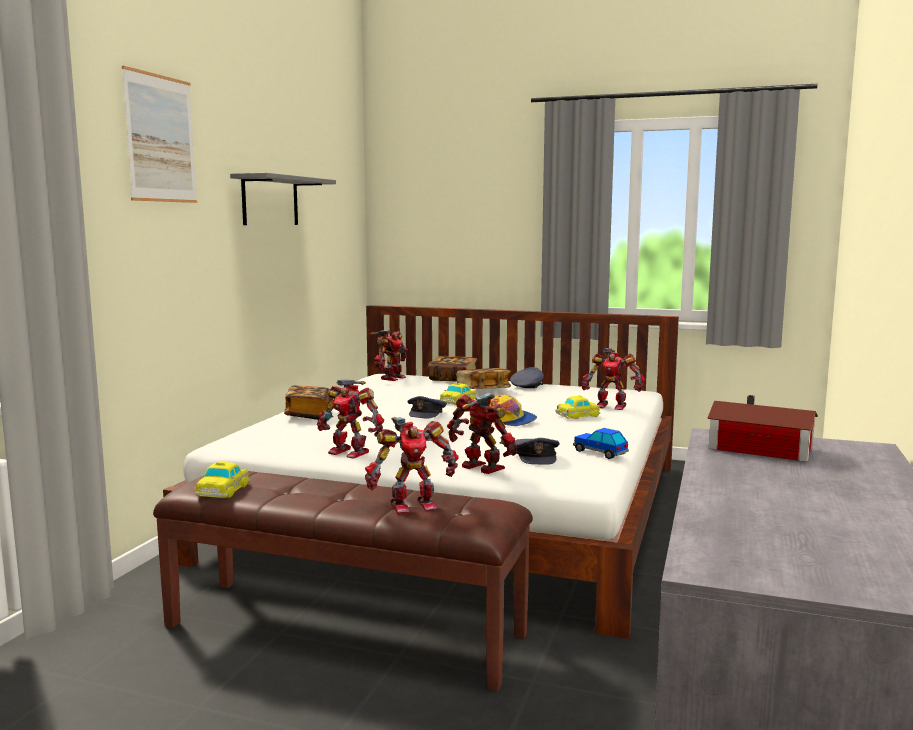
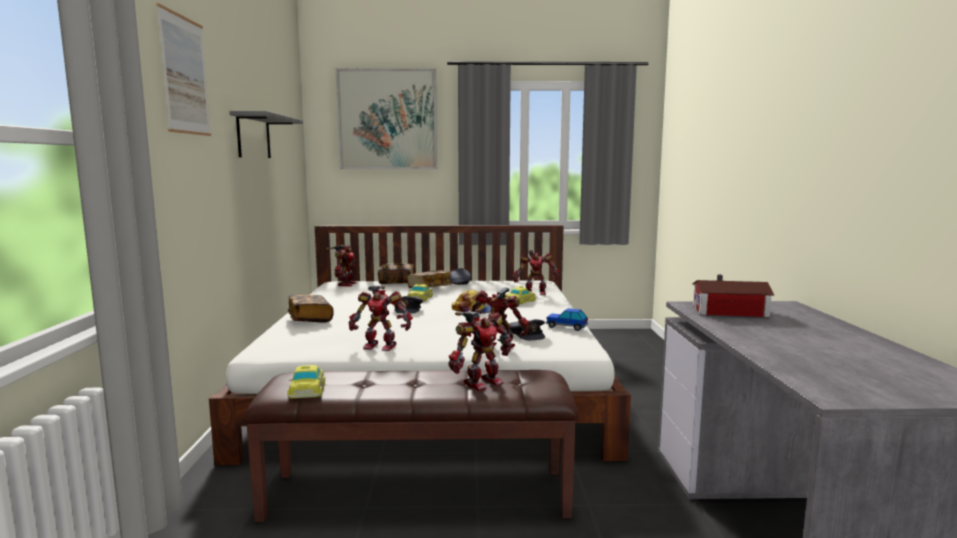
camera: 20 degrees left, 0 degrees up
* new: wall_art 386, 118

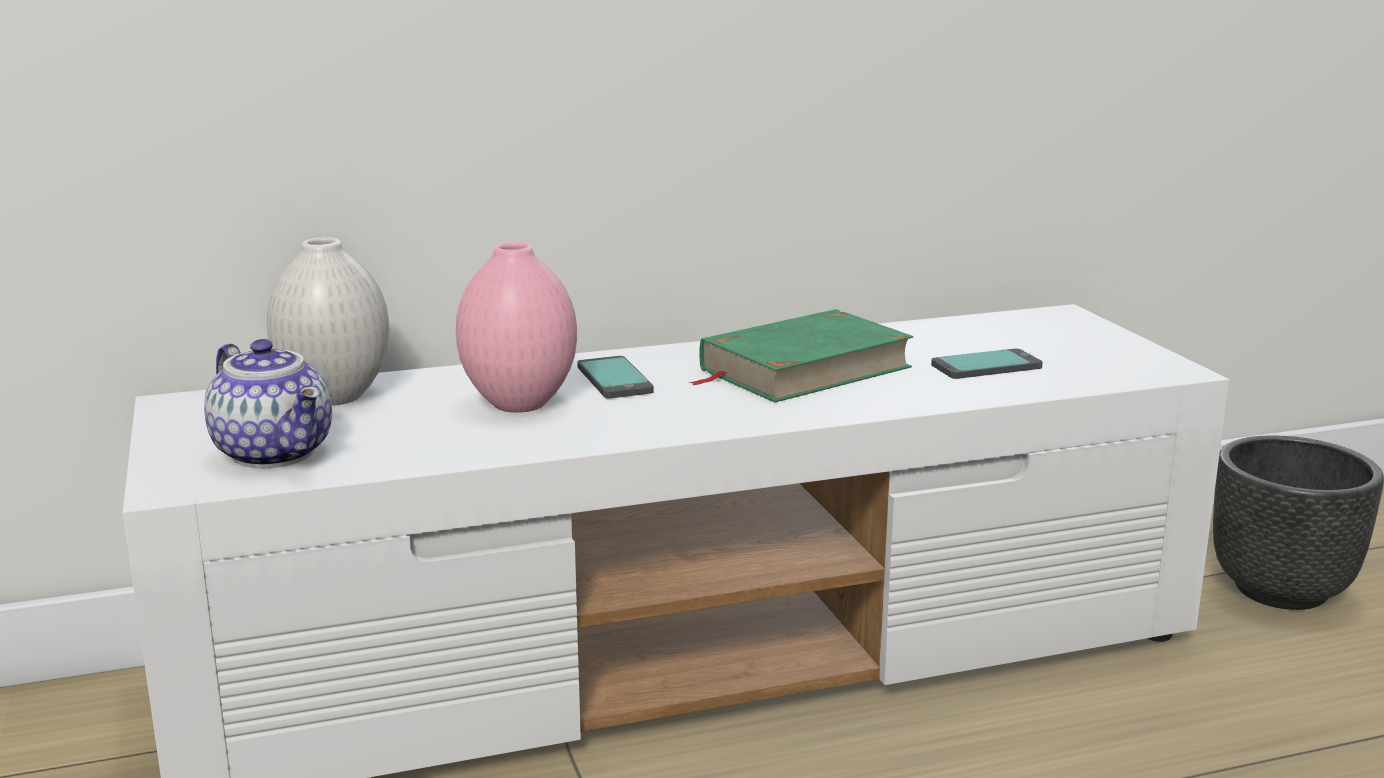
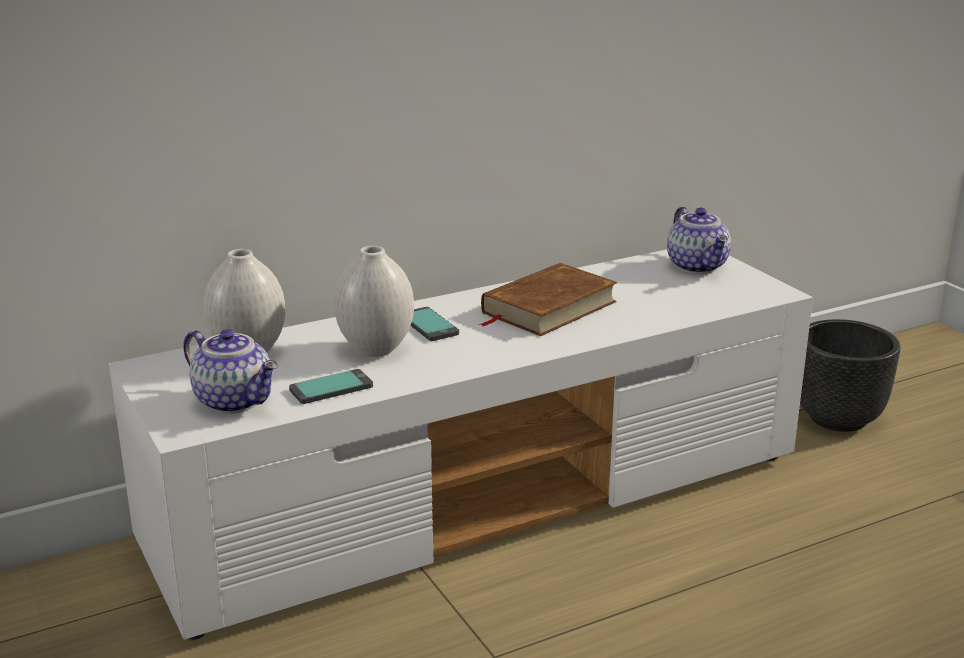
camera: 10 degrees left, 5 degrees up
* shifted: phone 987, 364 to 331, 386
* repainted: pink_vase 516, 327 to white-coloured_vase 374, 301
* repainted: green_book 801, 355 to brown_book 548, 299
* new: tea_pot 699, 240

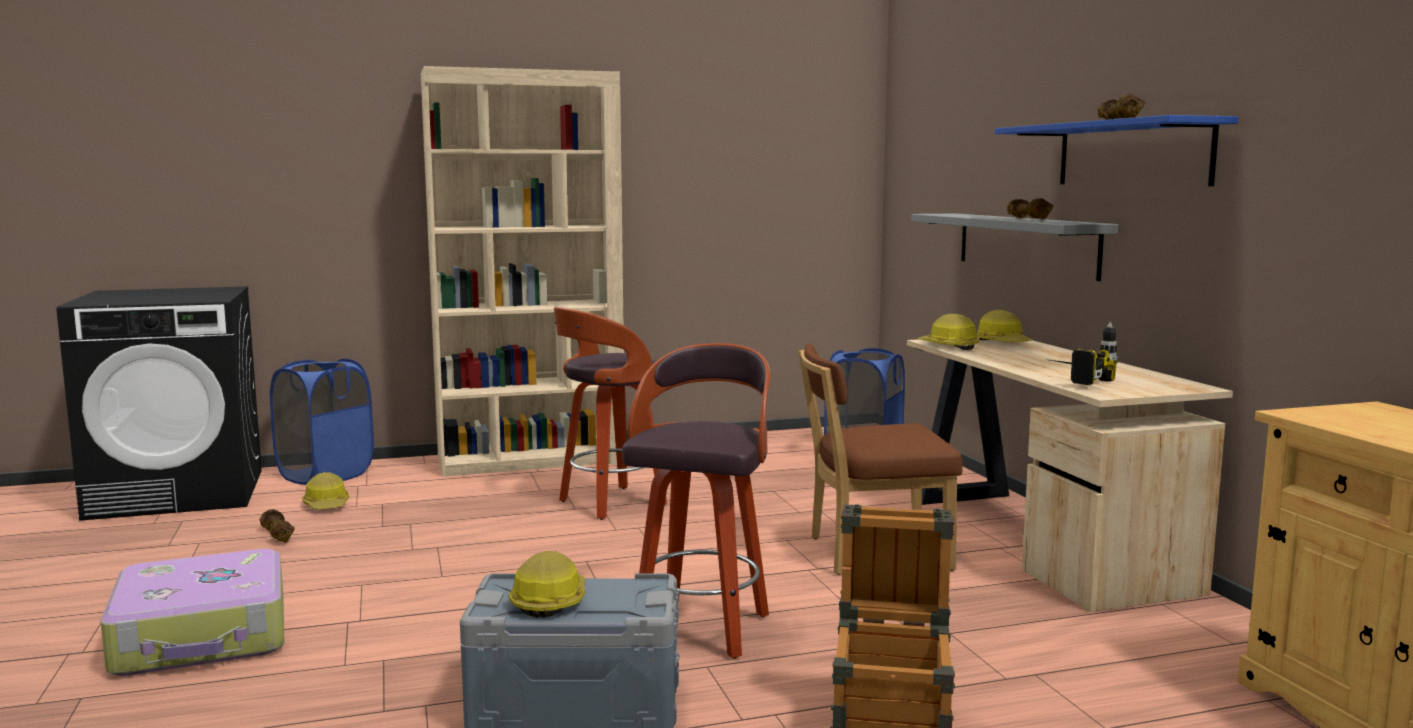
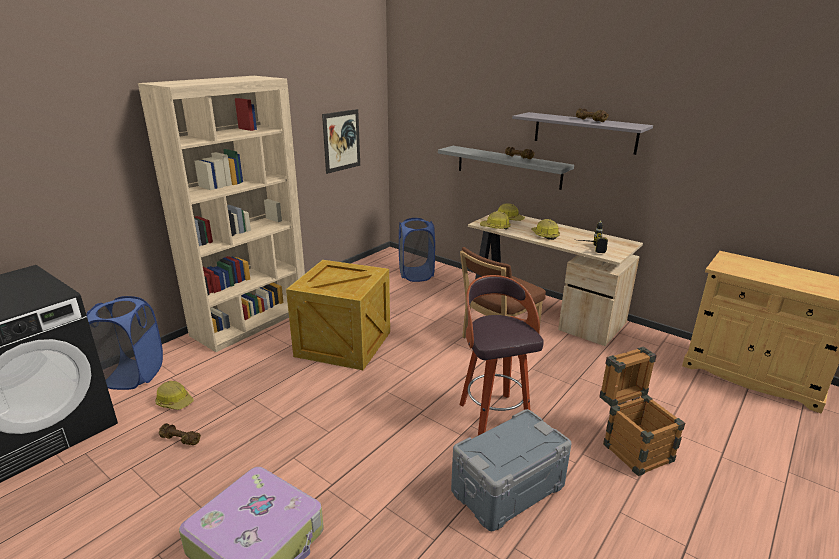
camera: 35 degrees left, 15 degrees up
* swapped: stool 610, 413 to packing_crate 338, 315
* new: wall_art 341, 141
* repainted: bluish_wall_shelf 1116, 150 to gray_wall_shelf 582, 133
* shifted: work_helmet 547, 584 to 545, 229

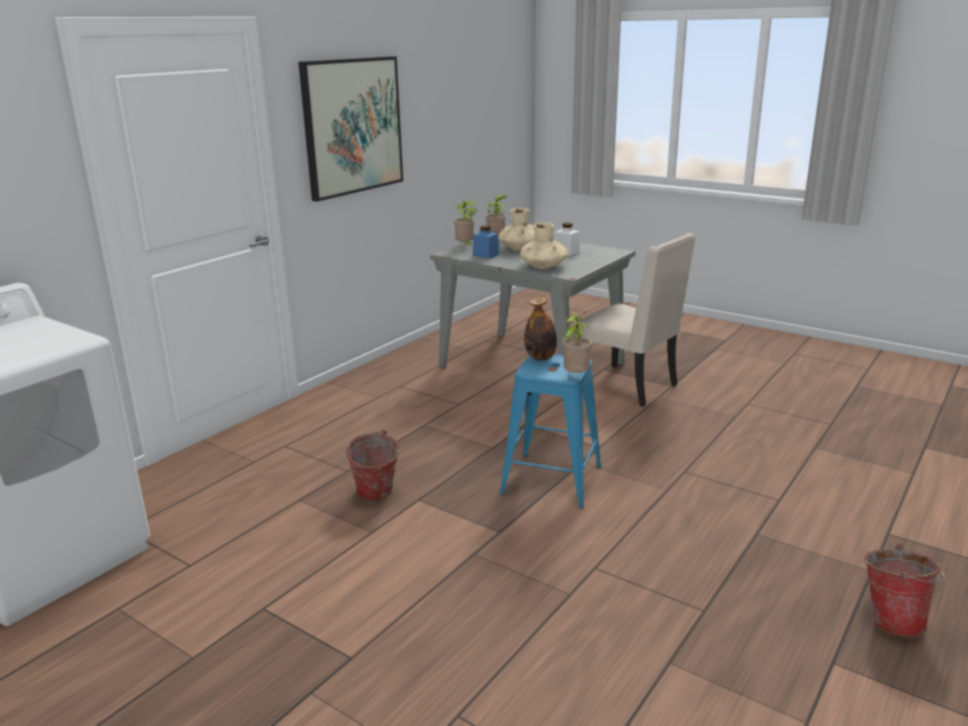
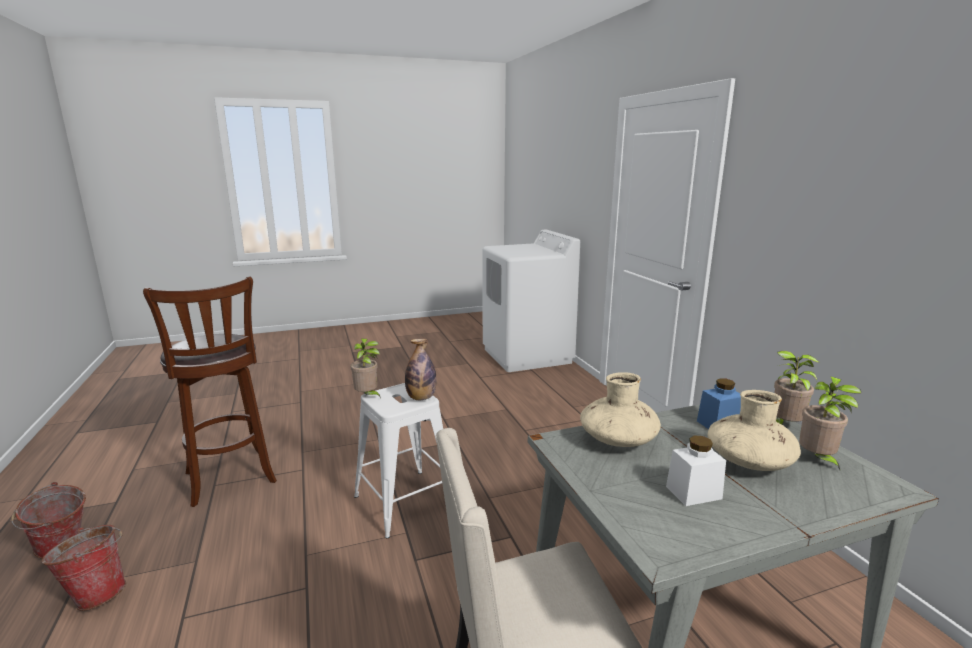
camera: 125 degrees right, 5 degrees down
* shifted: pail 371, 465 to 84, 568
* new: brown_stool 210, 391
* repainted: bluish_stool 550, 431 to white-coloured_stool 398, 460
* gone: wall_art 350, 129

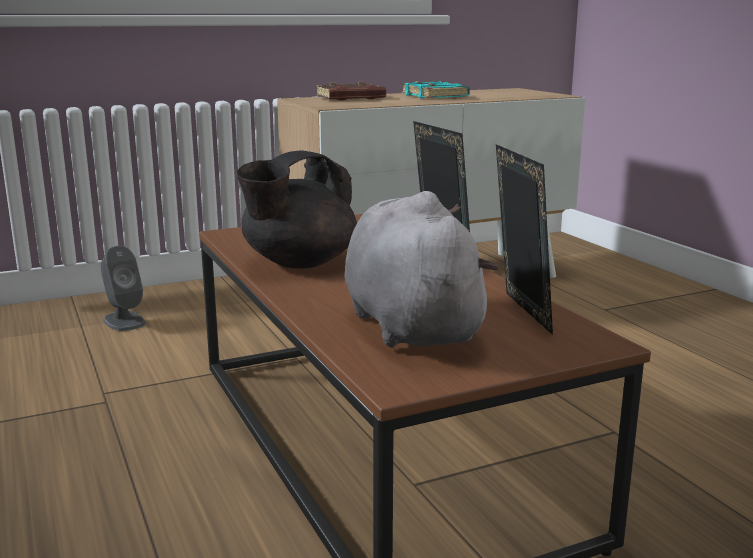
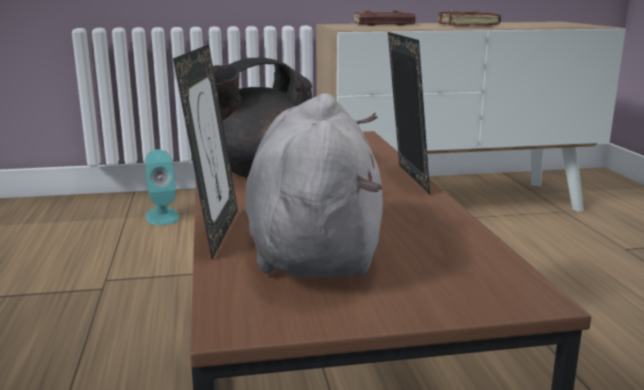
camera: 15 degrees right, 0 degrees up
* repainted: gray_audio_speaker 123, 288 to blue-green_audio_speaker 162, 187
* shifted: photo_frame 524, 239 to 205, 151
* repainted: blue-green_book 435, 89 to brown_book 468, 18

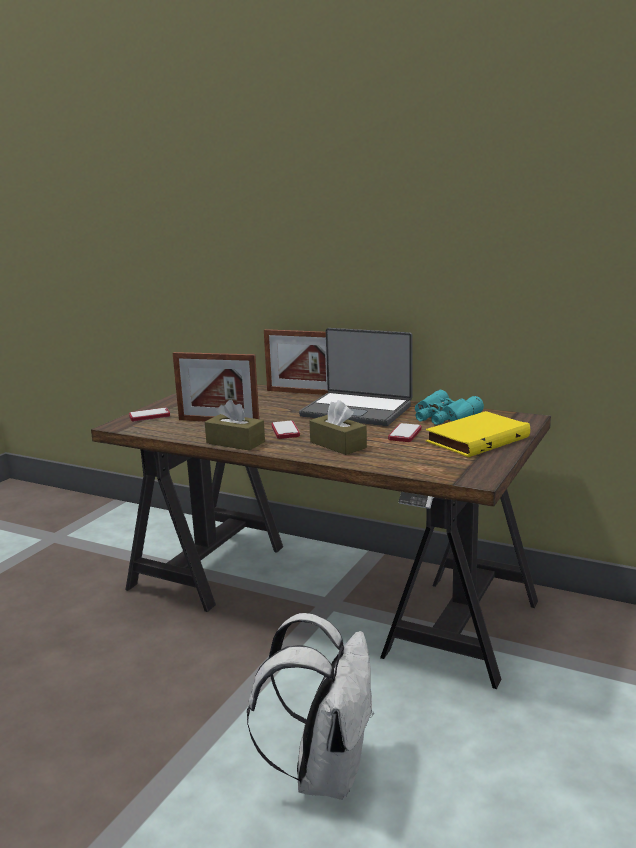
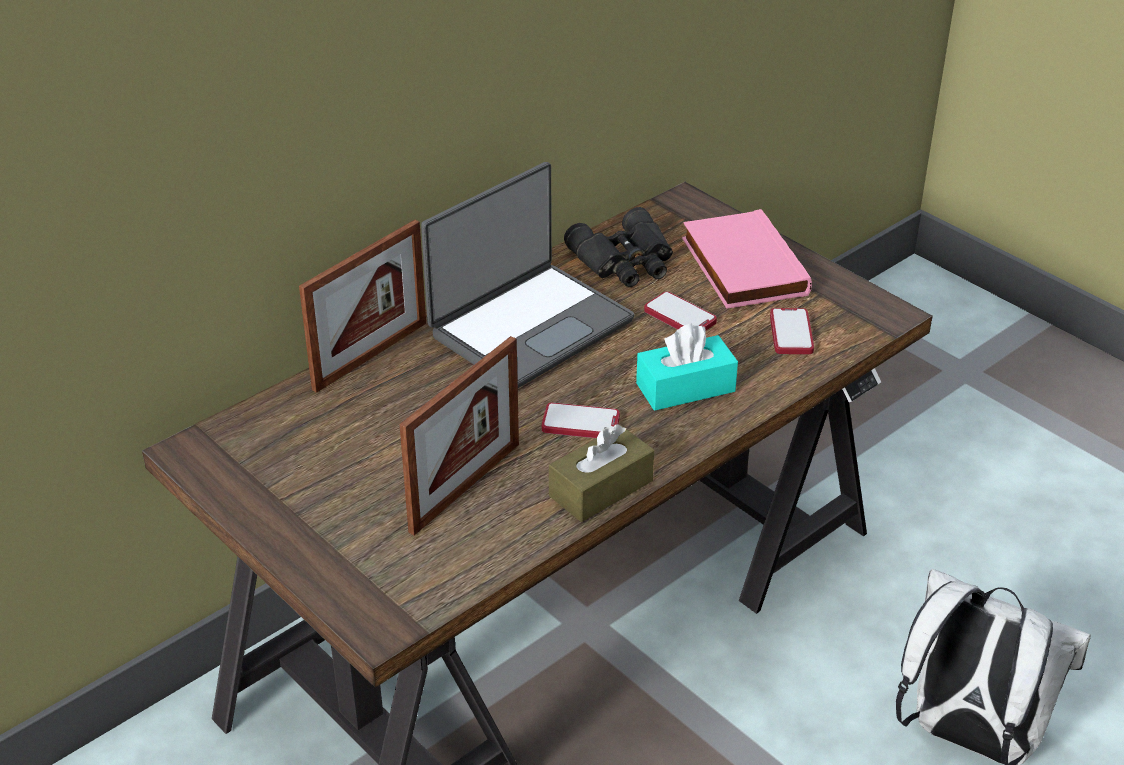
camera: 70 degrees left, 20 degrees up
* repainted: blue-green_pair_of_binoculars 449, 407 to black-coloured_pair_of_binoculars 618, 247
* repainted: brown_tissue_holder 338, 427 to blue-green_tissue_holder 687, 367
* repainted: yellow_book 478, 434 to pink_book 747, 259
* shifted: phone 149, 414 to 792, 331

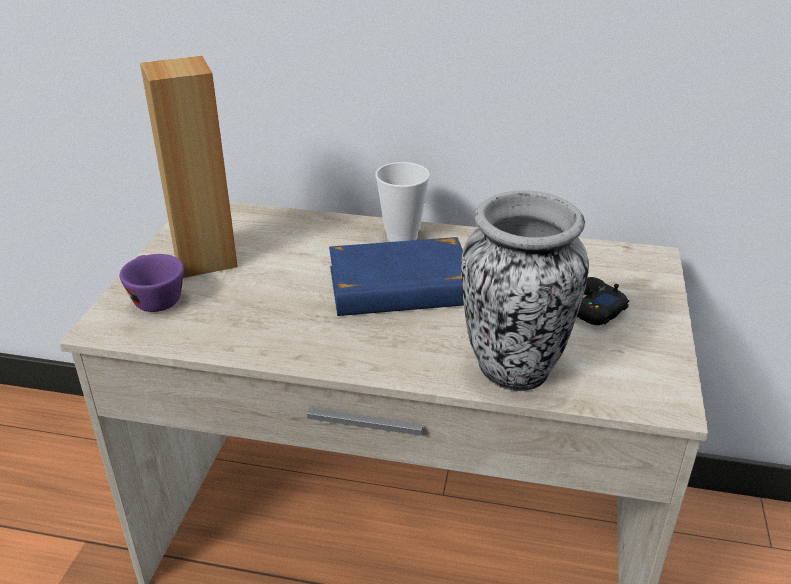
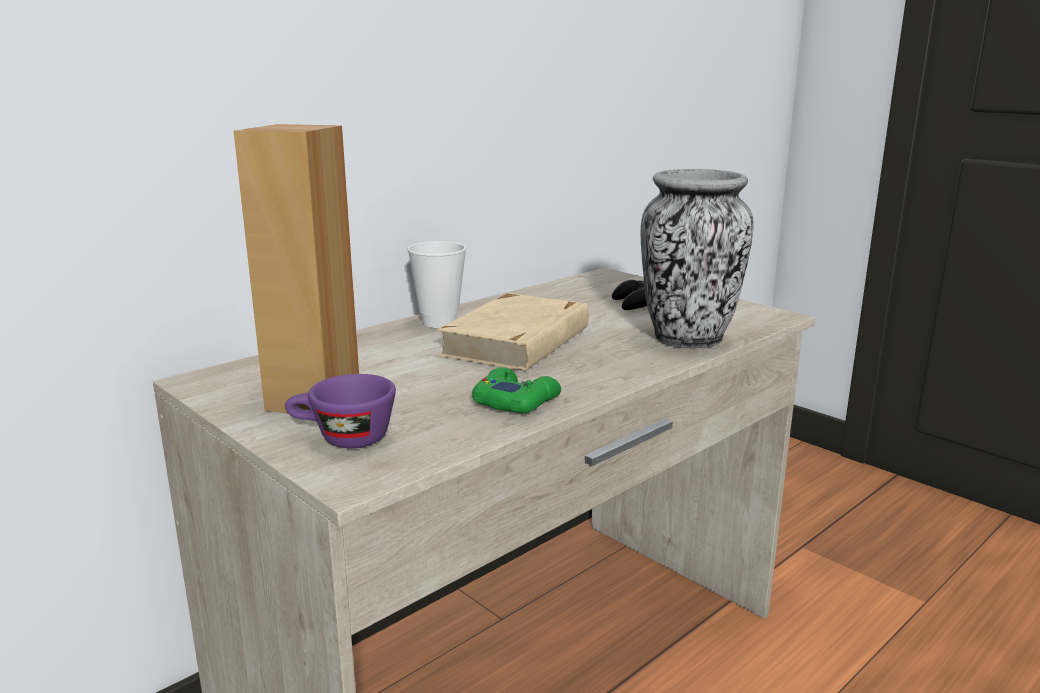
camera: 55 degrees left, 15 degrees down
* repainted: bluish_book 396, 276 to beige-coloured_book 513, 332
* new: green_game_controller 516, 390

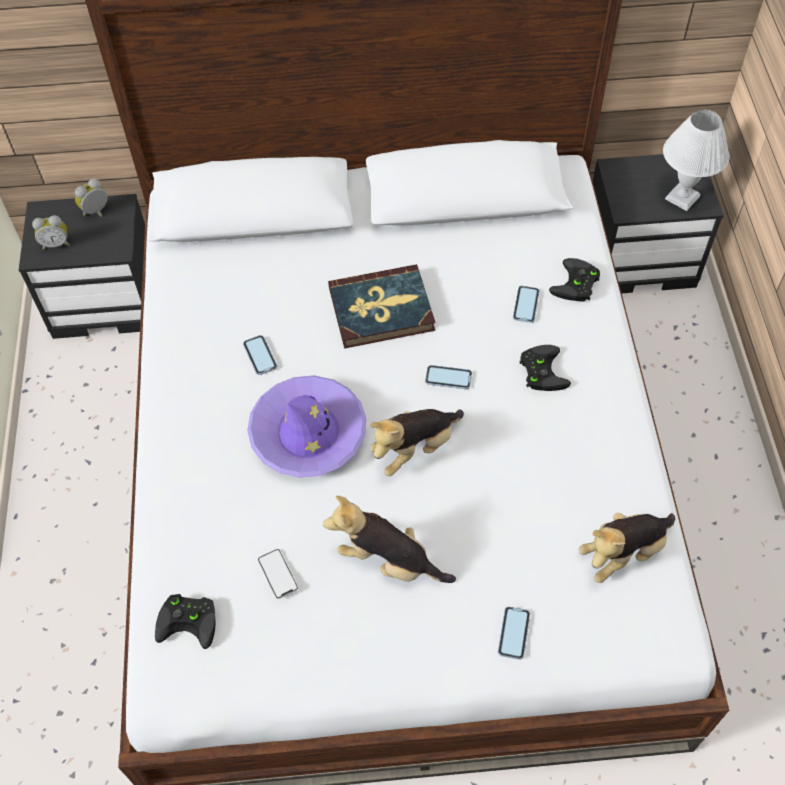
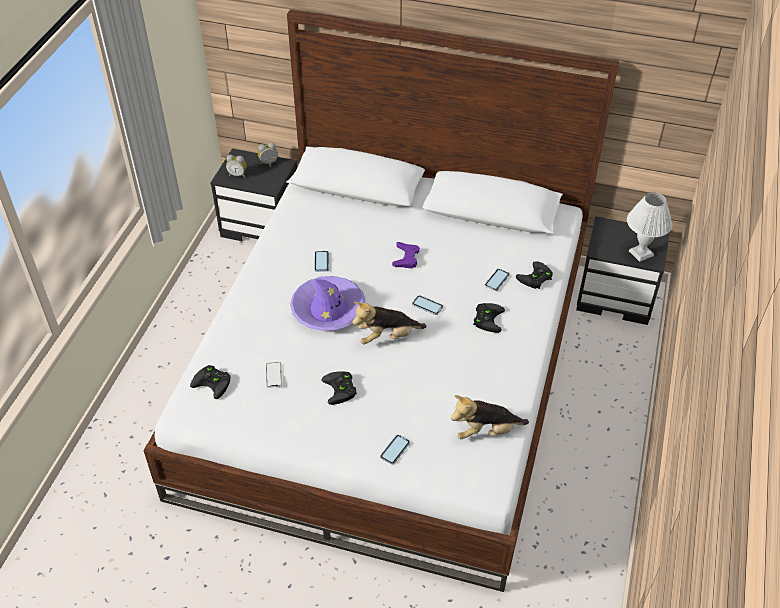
camera: 20 degrees right, 10 degrees down
* swapped: soft_toy 389, 539 to black-coloured_game_controller 339, 388
* swapped: book 381, 306 to purplish_game_controller 406, 255

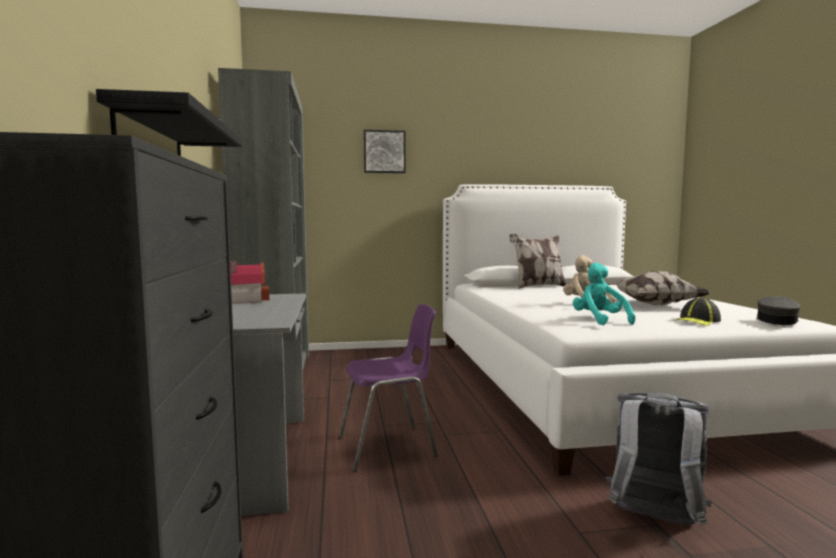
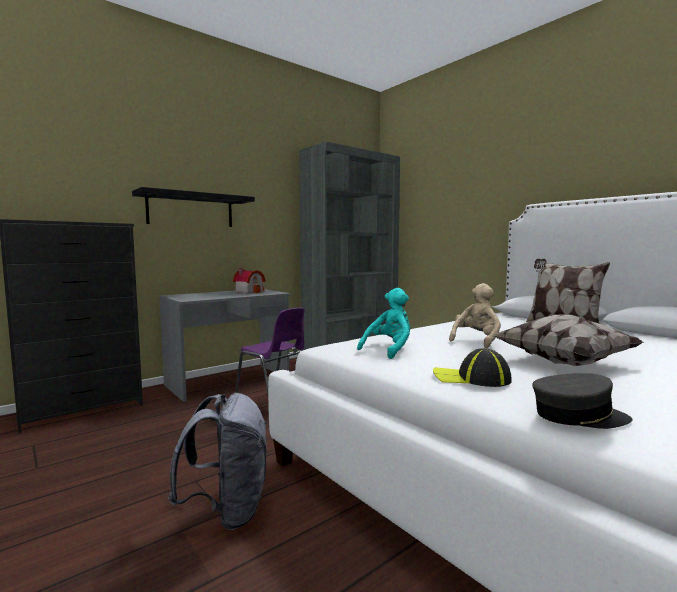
camera: 60 degrees right, 0 degrees up
* gone: wall_art 385, 151

